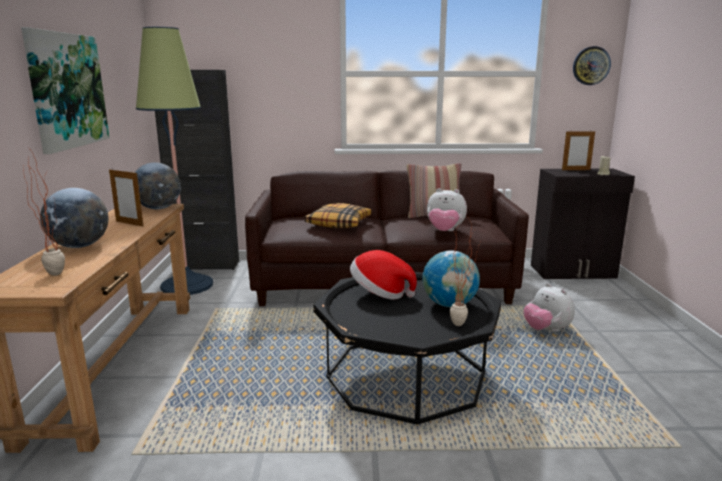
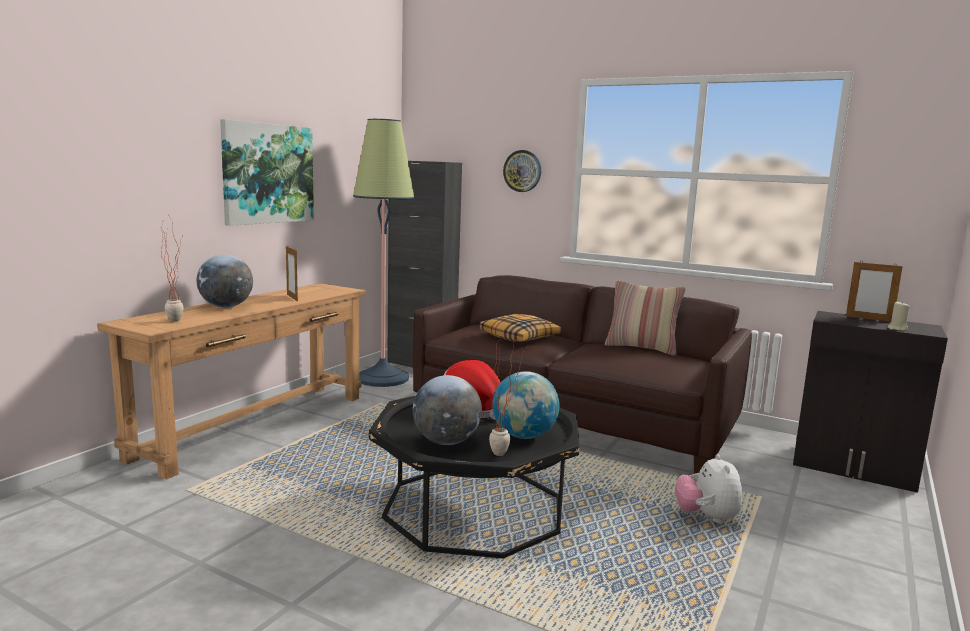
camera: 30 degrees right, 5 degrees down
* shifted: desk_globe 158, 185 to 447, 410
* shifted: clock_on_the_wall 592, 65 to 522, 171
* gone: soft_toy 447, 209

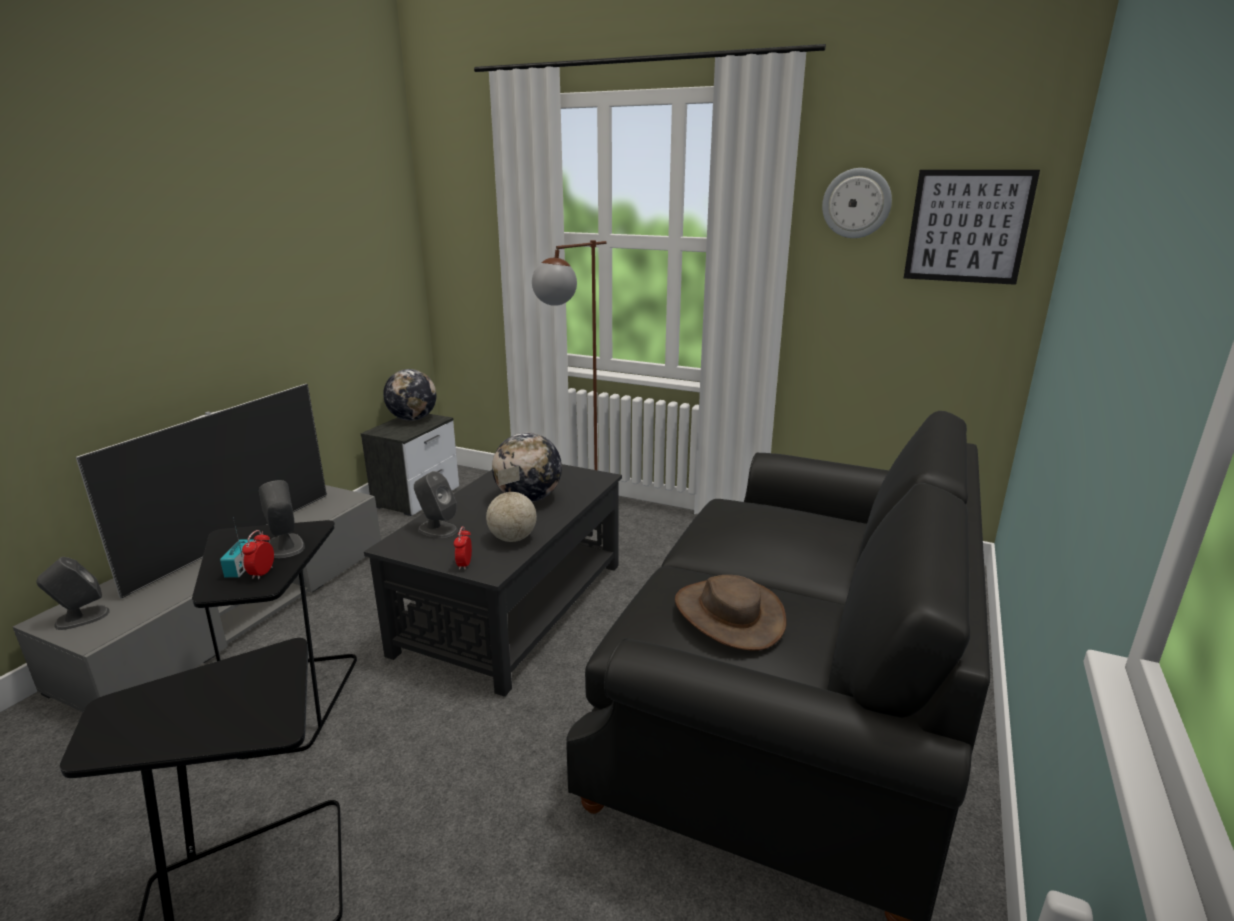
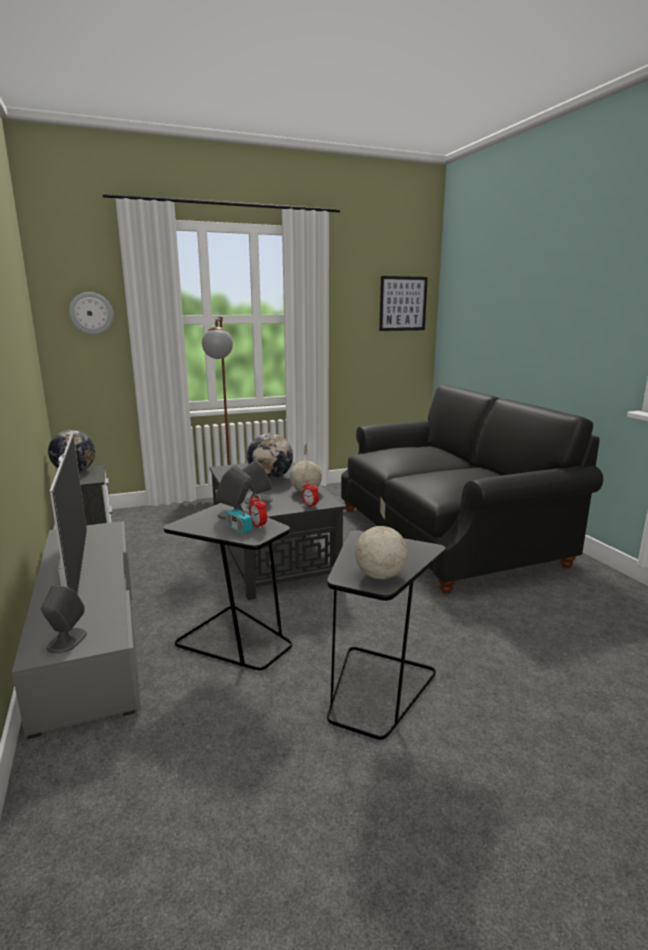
camera: 45 degrees left, 5 degrees down
* shifted: clock_on_the_wall 857, 203 to 91, 313
* new: desk_globe 381, 538
* gone: brown_clothing_hat 731, 613

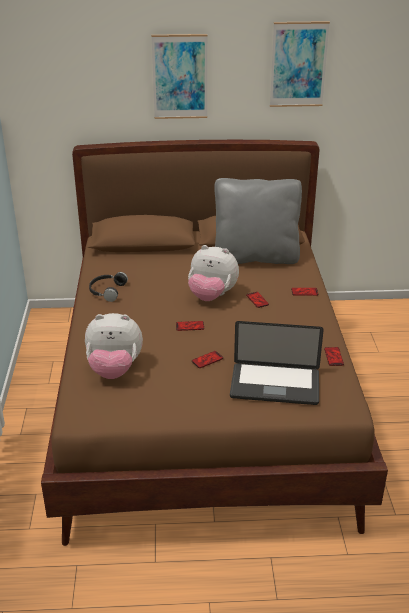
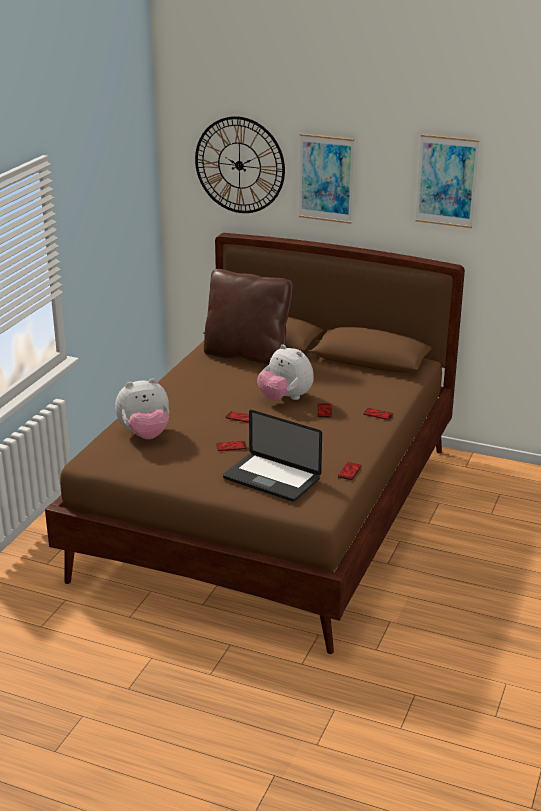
camera: 25 degrees right, 5 degrees down
* rotated: soft_toy 114, 346 = 142, 408 45 degrees counterclockwise
* new: clock_on_the_wall 240, 164
* new: brown_throw_pillow 248, 316
* gone: black-coloured_pair_of_headphones 108, 287
* gone: gray_throw_pillow 258, 221

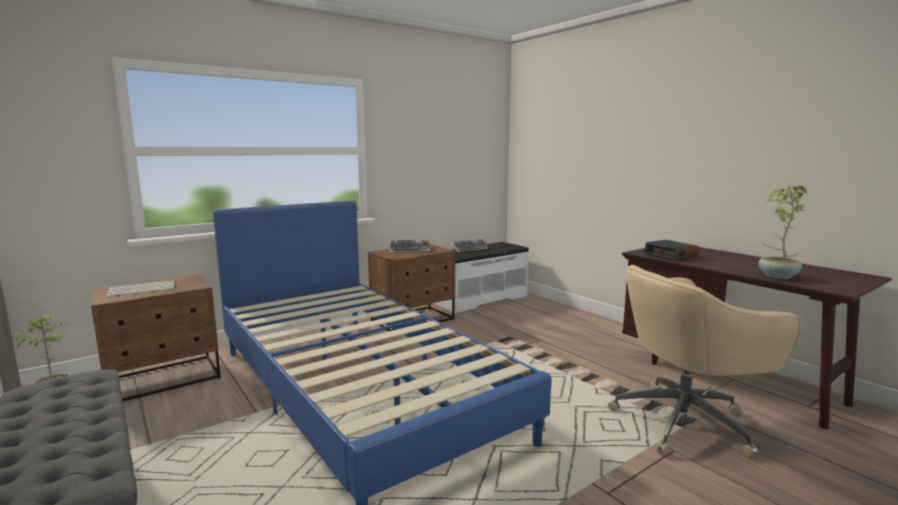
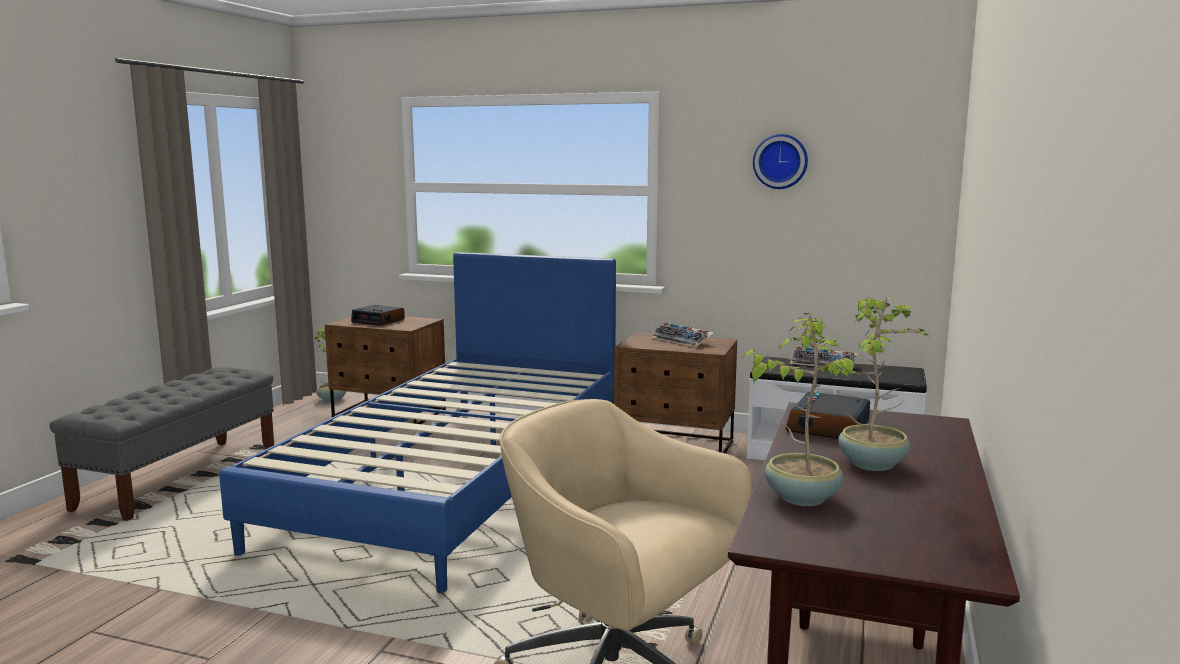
camera: 55 degrees right, 0 degrees up
* swapped: keyboard 140, 288 to alarm_clock 378, 315
* new: clock_on_the_wall 780, 161
* new: potted_plant 884, 384

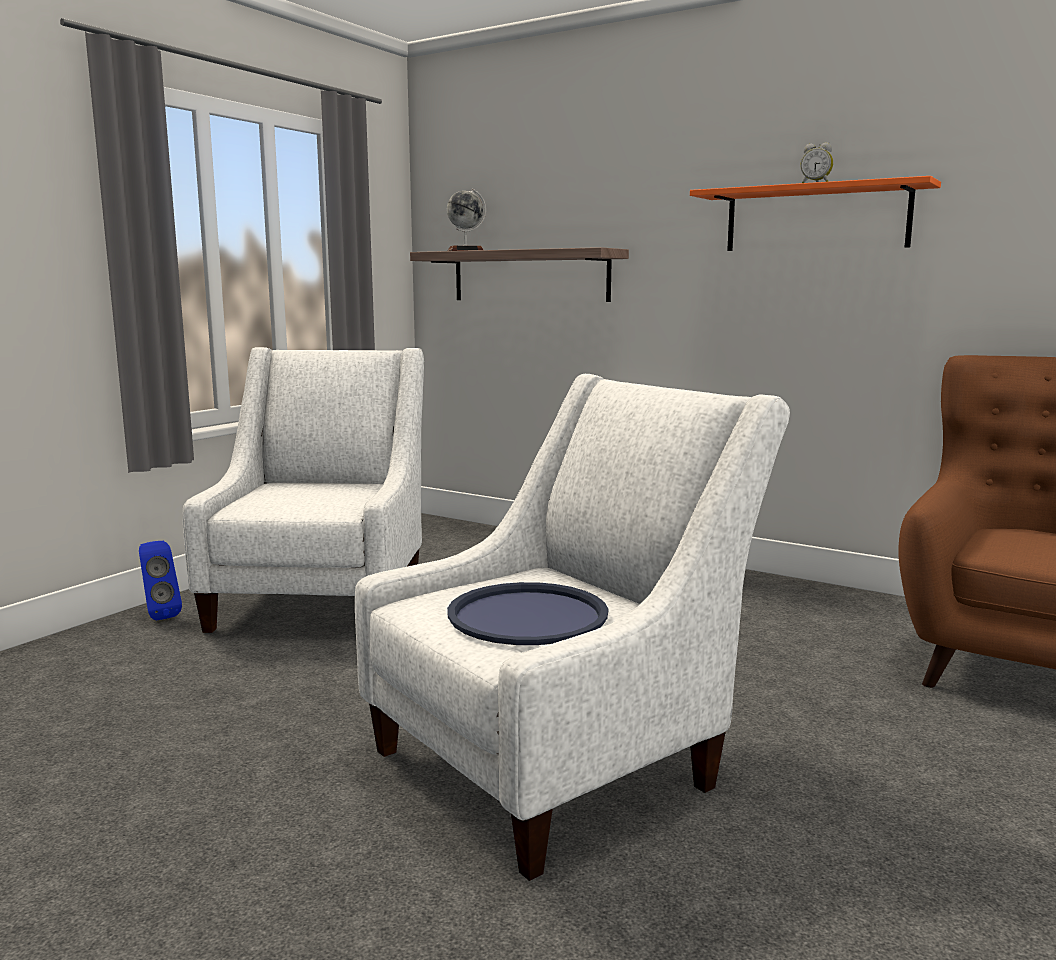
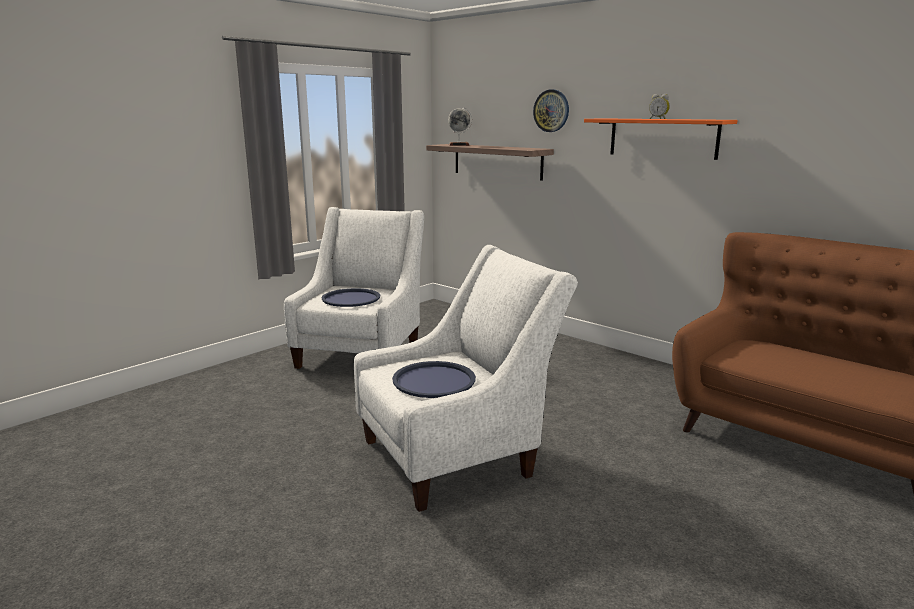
camera: 10 degrees right, 5 degrees up
* new: bluish_serving_tray 351, 297
* new: clock_on_the_wall 551, 110
* gone: bluish_audio_speaker 160, 581

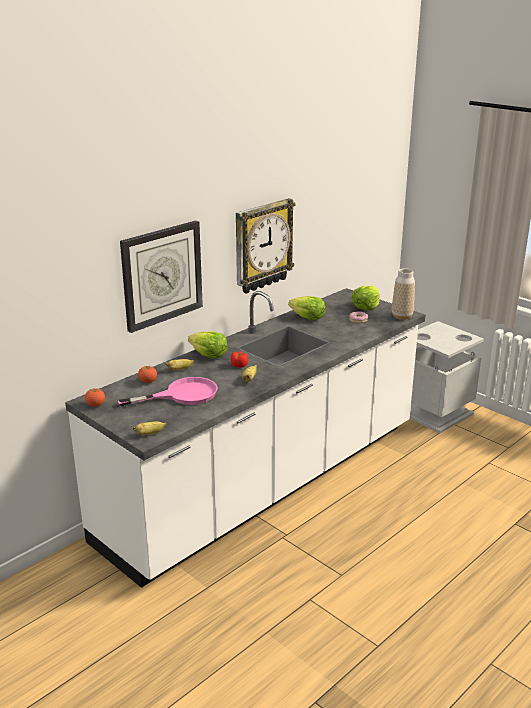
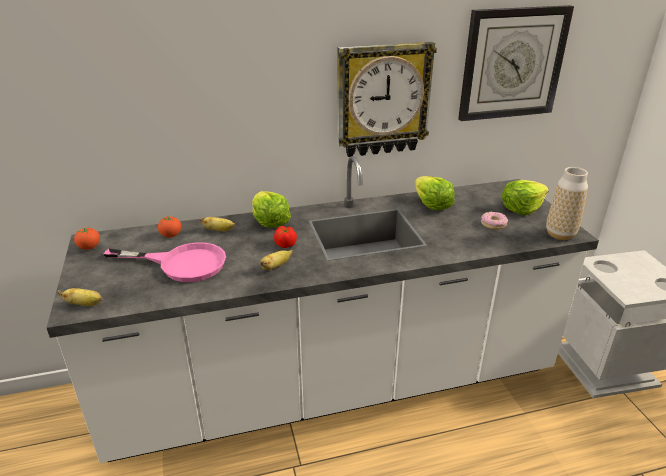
camera: 30 degrees right, 5 degrees up
* shifted: clock_on_the_wall 161, 277 to 516, 63

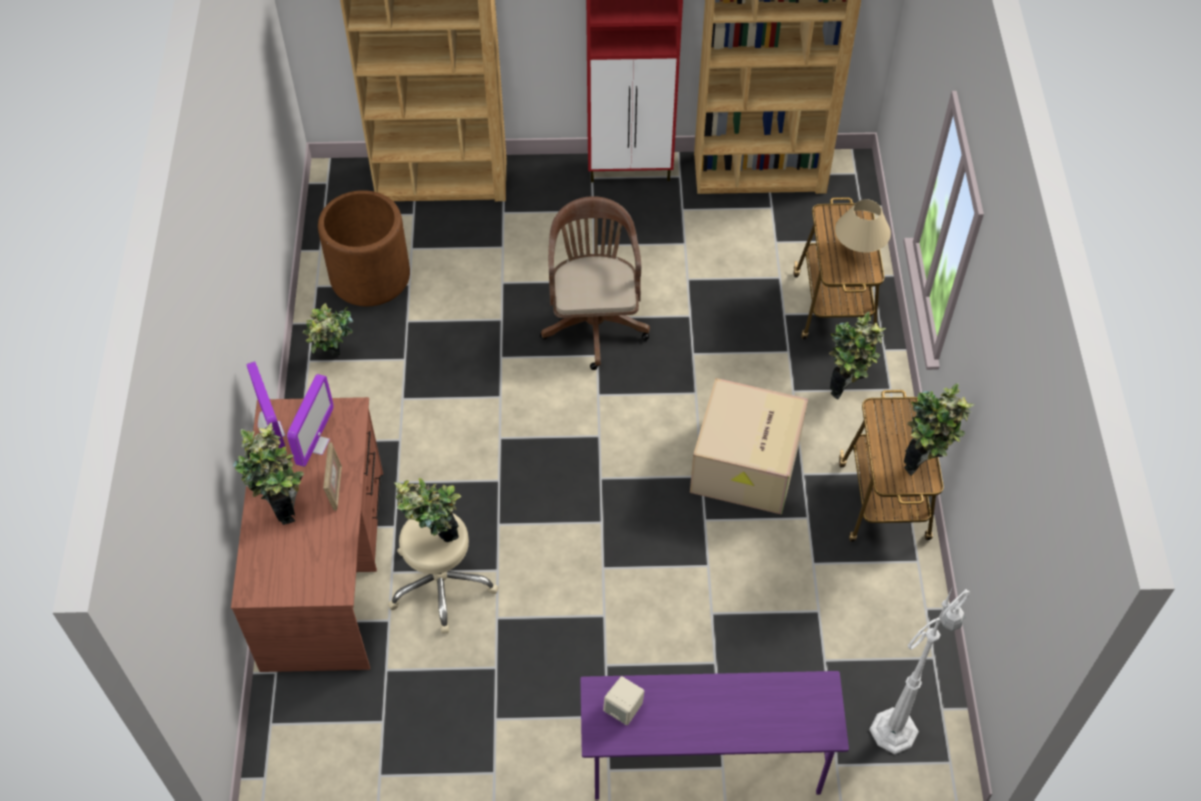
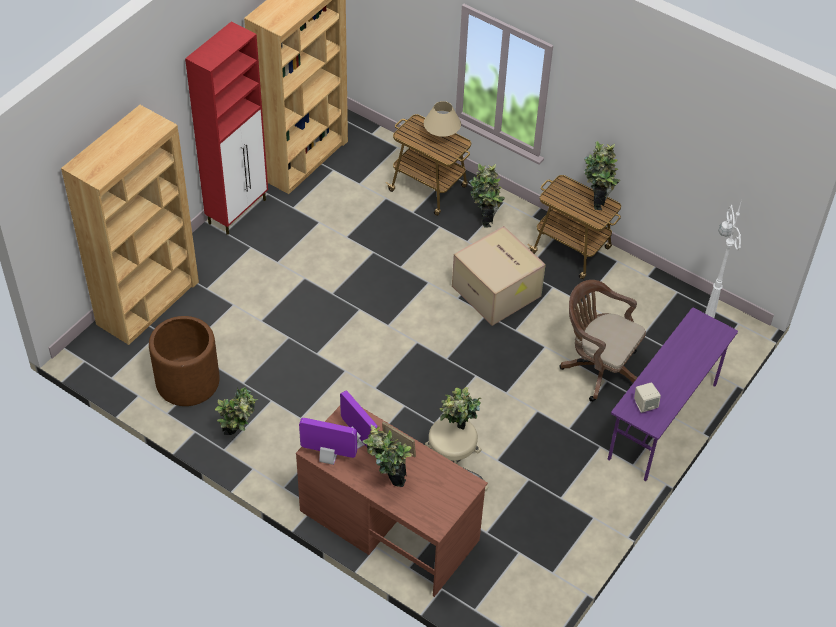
camera: 55 degrees left, 5 degrees down
* shifted: brown_computer_chair 595, 283 to 602, 341

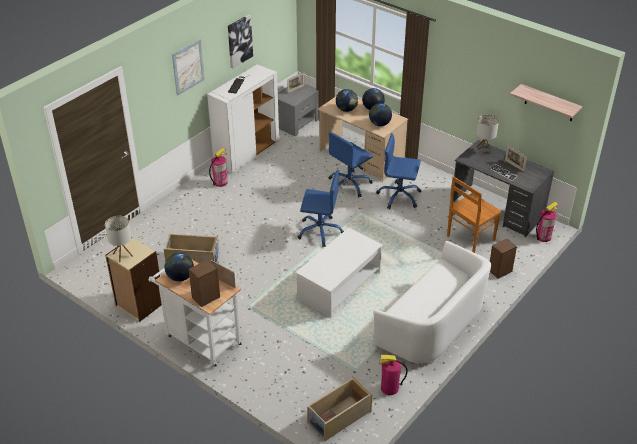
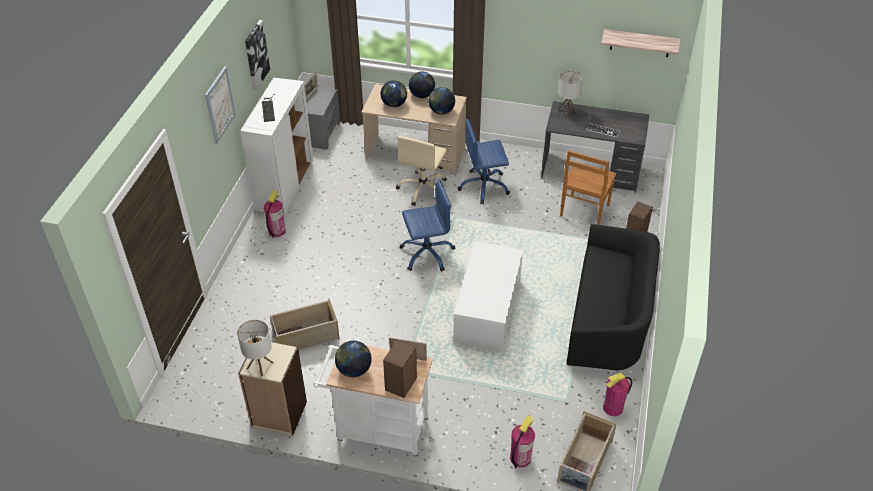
camera: 25 degrees left, 5 degrees up
* repainted: bluish_computer_chair 350, 164 to beige-coloured_computer_chair 421, 171
* shifted: fire-fighting_cylinder 547, 222 to 522, 441
* repainted: white-coloured_settee 432, 303 to black-coloured_settee 613, 297
* gone: photo_frame 516, 158

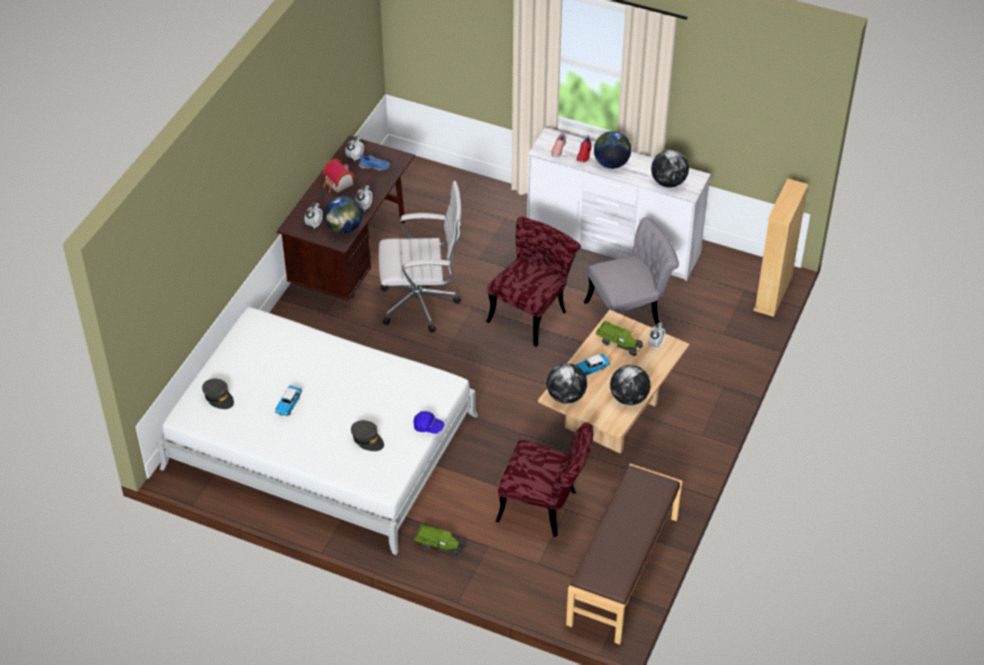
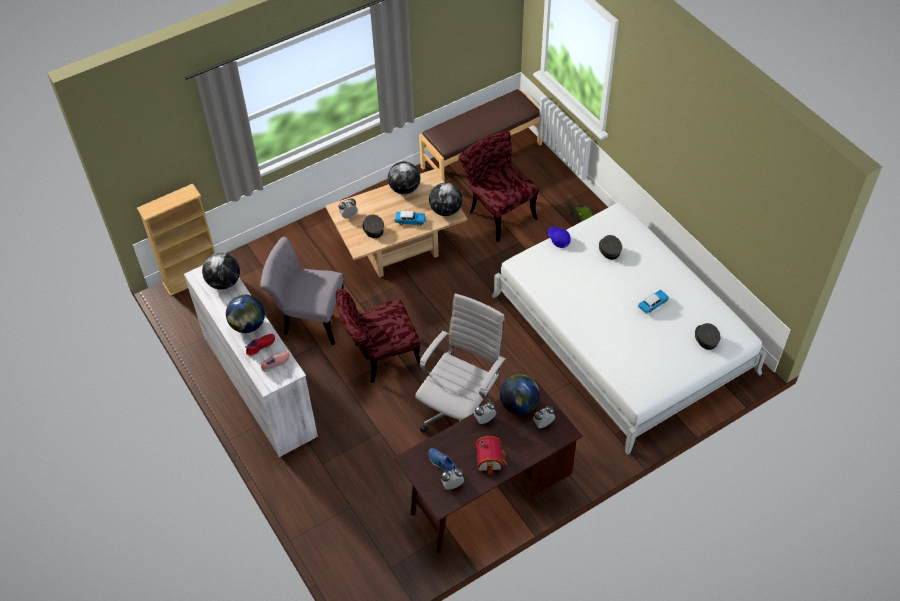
camera: 145 degrees left, 5 degrees up
* swapped: toy_lorry 619, 338 to gray_baseball_cap 373, 226
* rotated: white-coloured_computer_chair 420, 257 = 460, 363 90 degrees clockwise

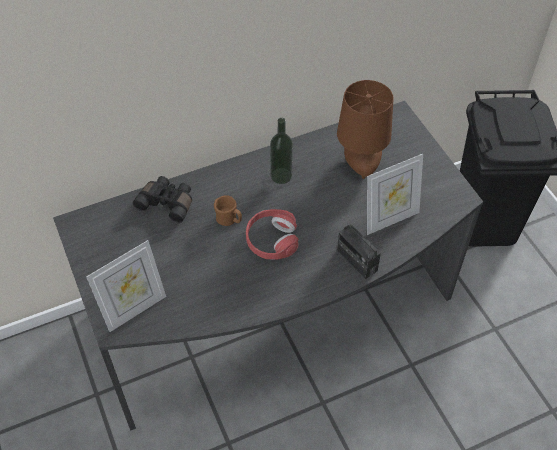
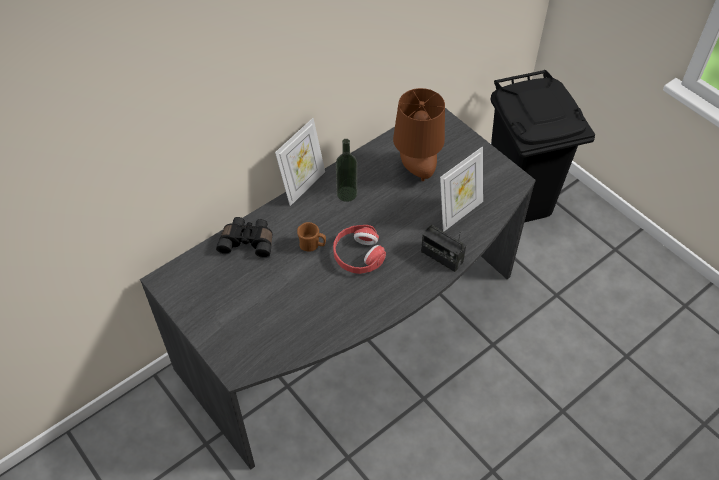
camera: 15 degrees left, 0 degrees up
* shifted: photo_frame 126, 286 to 300, 162

